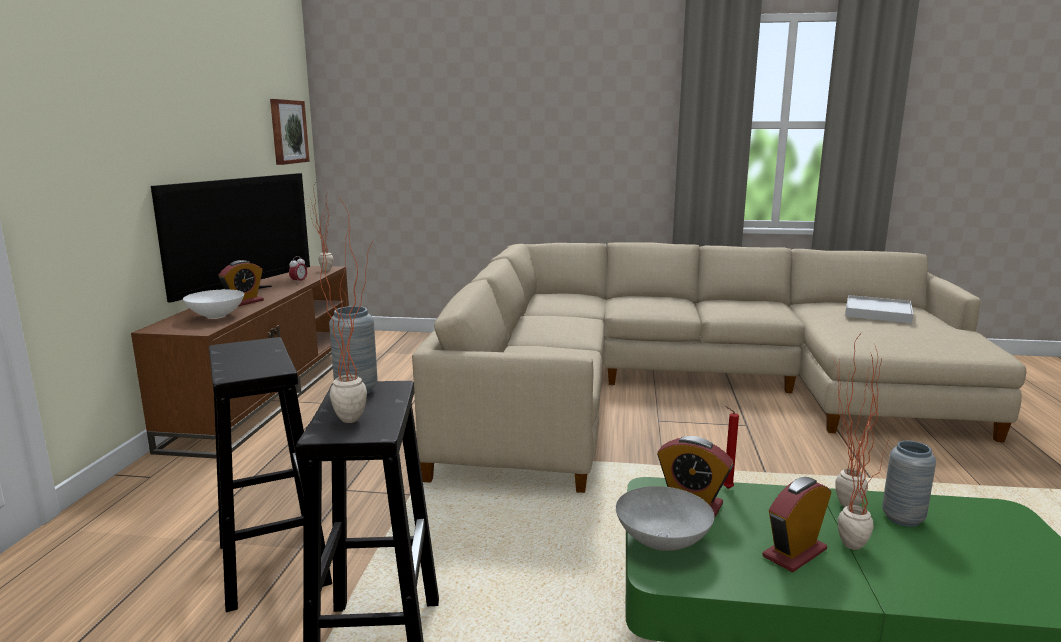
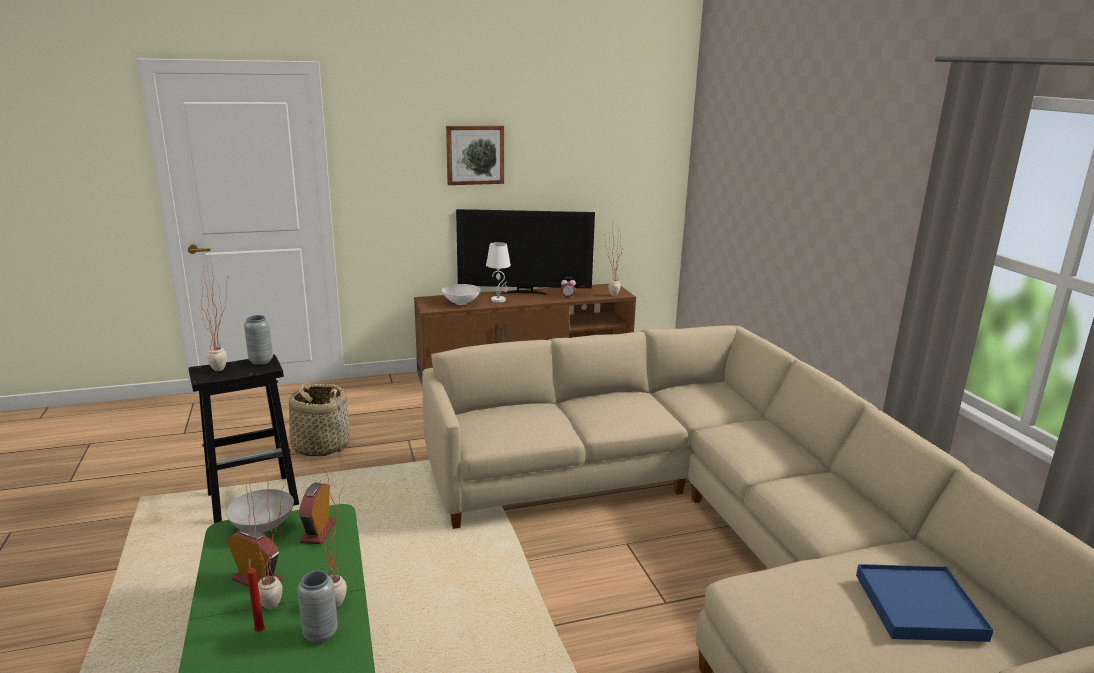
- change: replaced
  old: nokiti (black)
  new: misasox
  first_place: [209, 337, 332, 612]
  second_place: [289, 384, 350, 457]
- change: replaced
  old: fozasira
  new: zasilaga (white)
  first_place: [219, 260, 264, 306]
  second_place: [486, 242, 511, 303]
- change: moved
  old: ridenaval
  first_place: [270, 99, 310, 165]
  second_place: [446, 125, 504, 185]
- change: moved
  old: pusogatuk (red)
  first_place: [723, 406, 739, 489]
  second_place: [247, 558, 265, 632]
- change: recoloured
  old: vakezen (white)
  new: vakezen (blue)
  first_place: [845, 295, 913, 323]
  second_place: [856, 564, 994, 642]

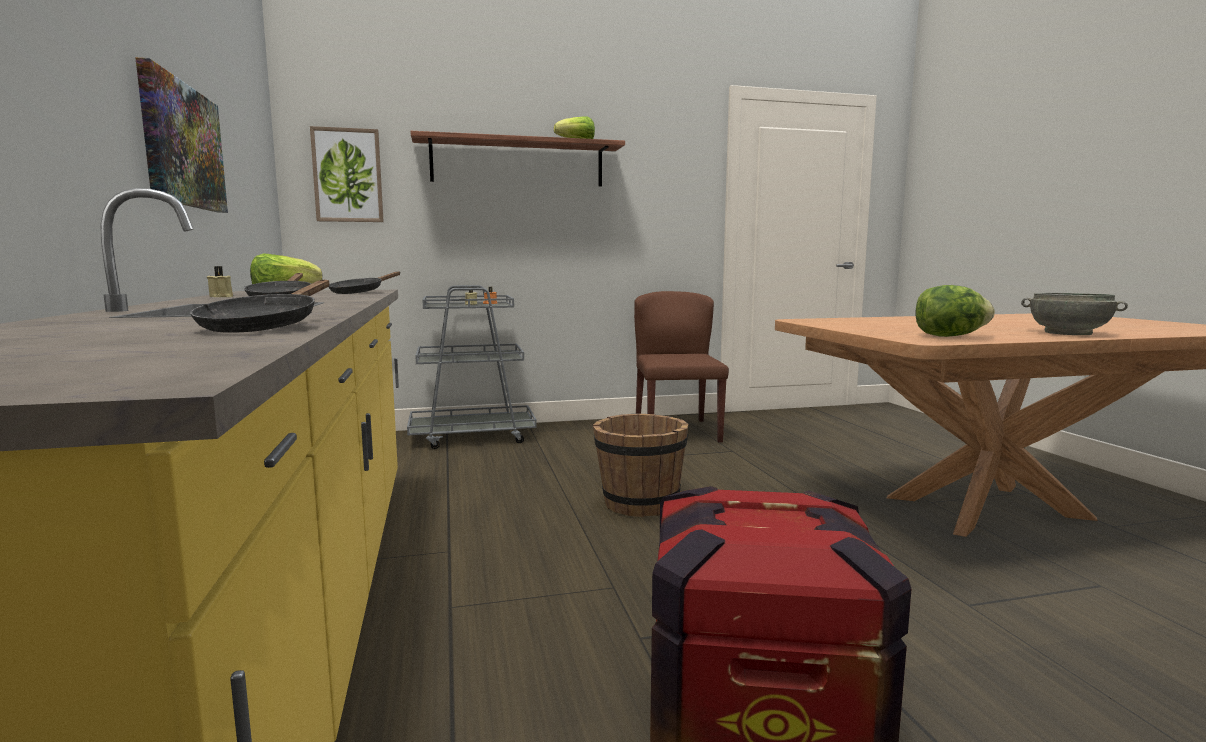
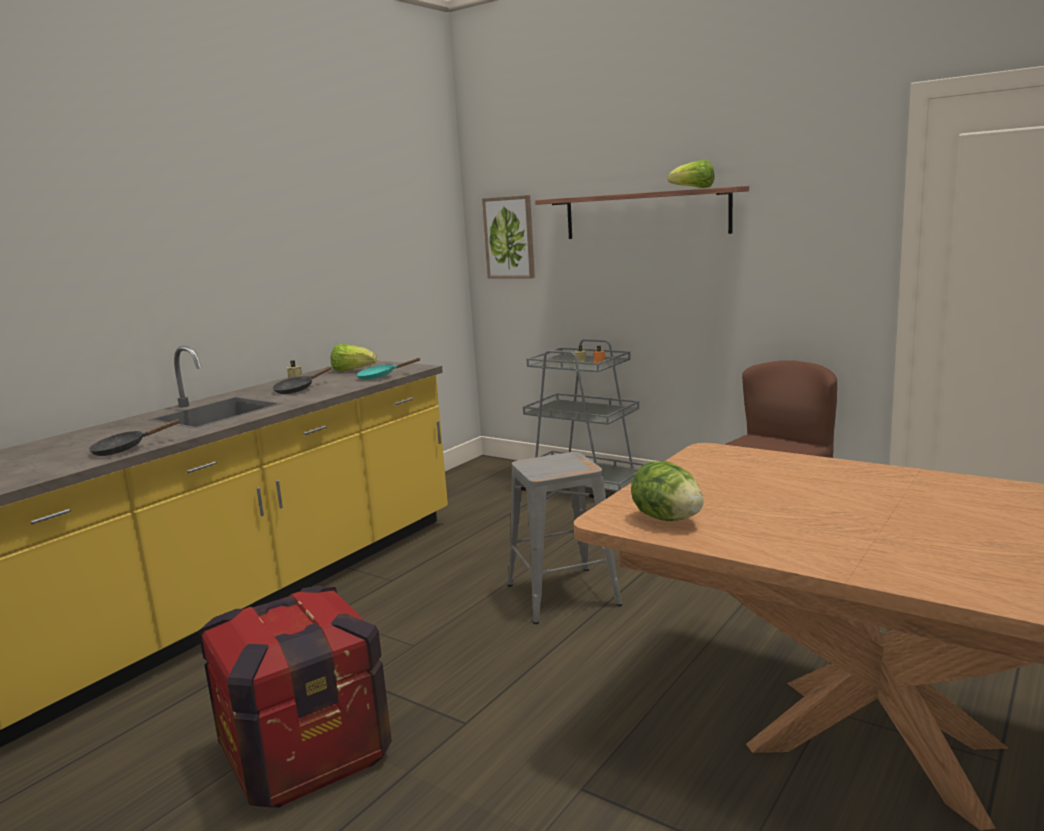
- change: removed
  old: ridenaval
  first_place: [135, 57, 228, 213]
- change: recoloured
  old: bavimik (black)
  new: bavimik (turquoise)
  first_place: [329, 271, 400, 294]
  second_place: [356, 358, 421, 380]
- change: replaced
  old: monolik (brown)
  new: nokiti (grey)
  first_place: [593, 413, 688, 517]
  second_place: [507, 452, 622, 624]
- change: removed
  old: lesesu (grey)
  first_place: [1021, 293, 1128, 335]

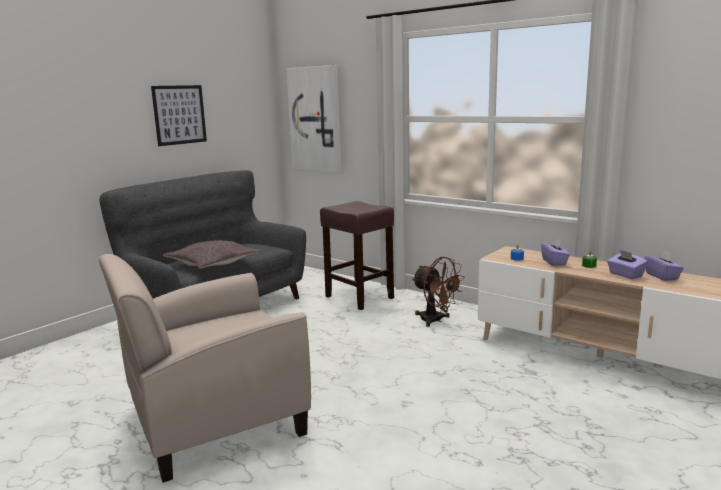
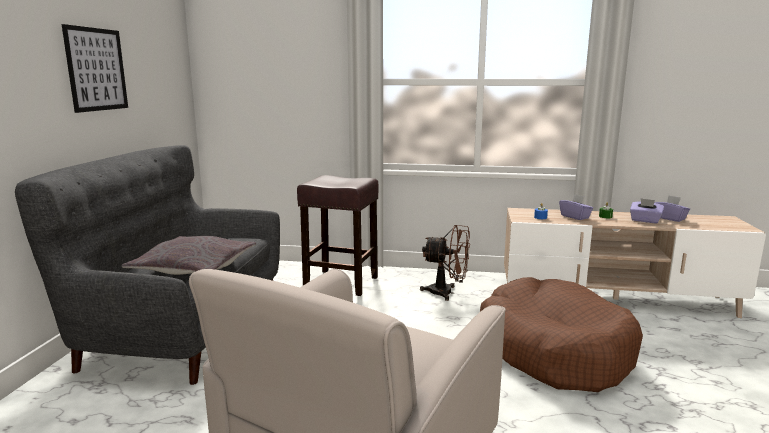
- change: removed
  old: ridenaval
  first_place: [286, 65, 343, 173]
- change: added
  new: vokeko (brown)
  second_place: [480, 277, 643, 392]

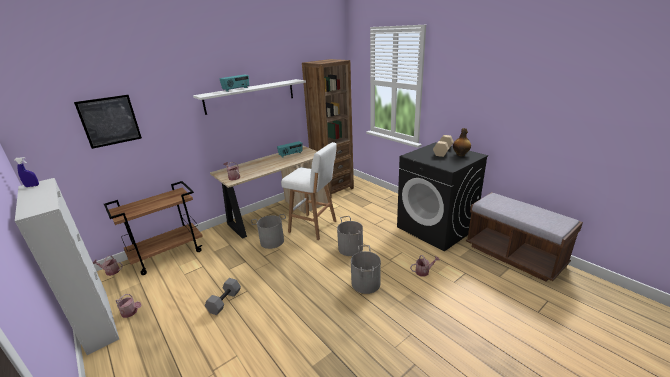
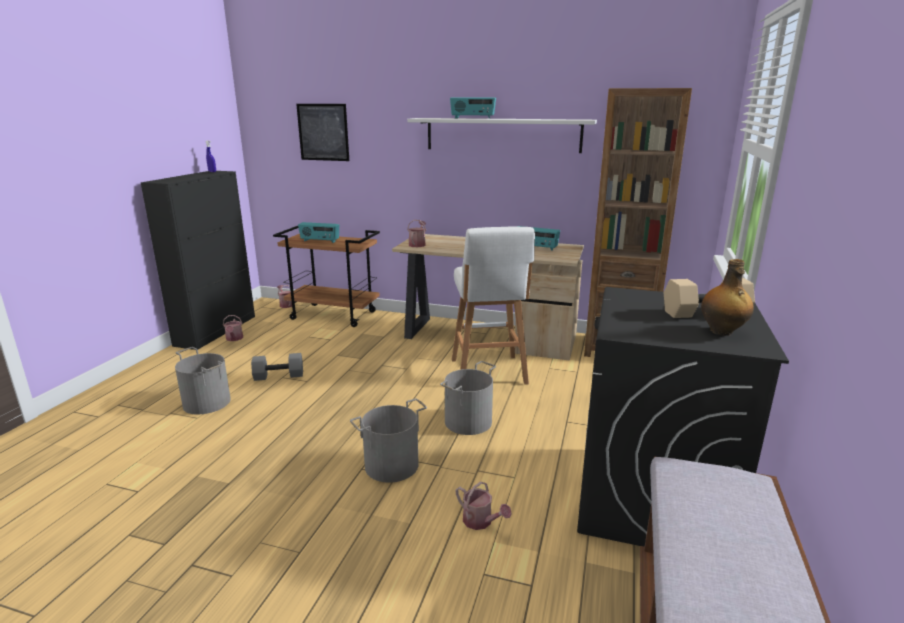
- change: recoloured
  old: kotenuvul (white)
  new: kotenuvul (black)
  first_place: [15, 178, 119, 355]
  second_place: [141, 171, 255, 350]
- change: moved
  old: monolik (grey)
  first_place: [251, 214, 286, 249]
  second_place: [175, 347, 231, 414]
- change: added
  new: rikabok
  second_place: [298, 222, 339, 243]

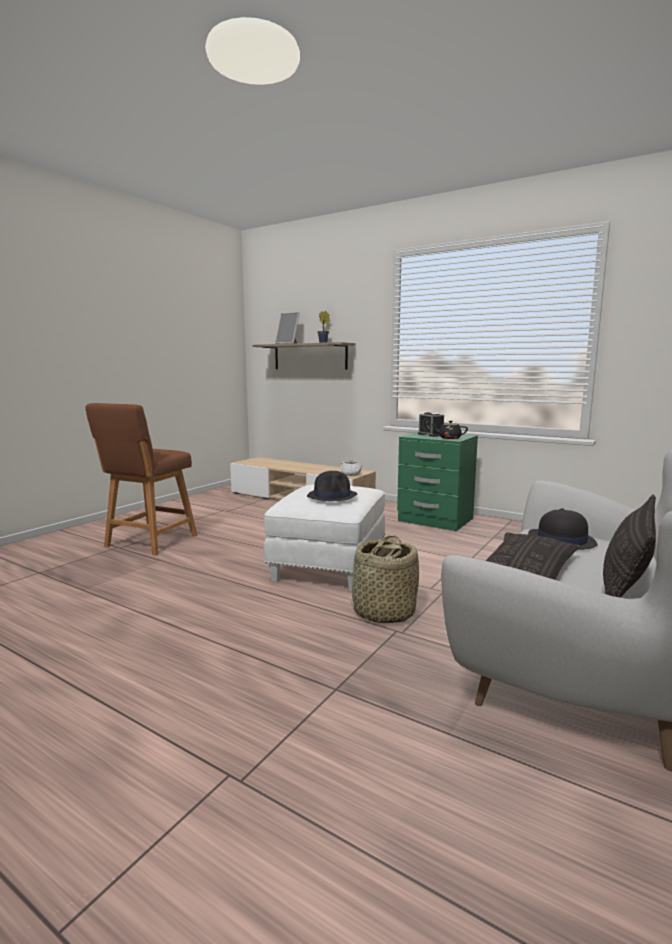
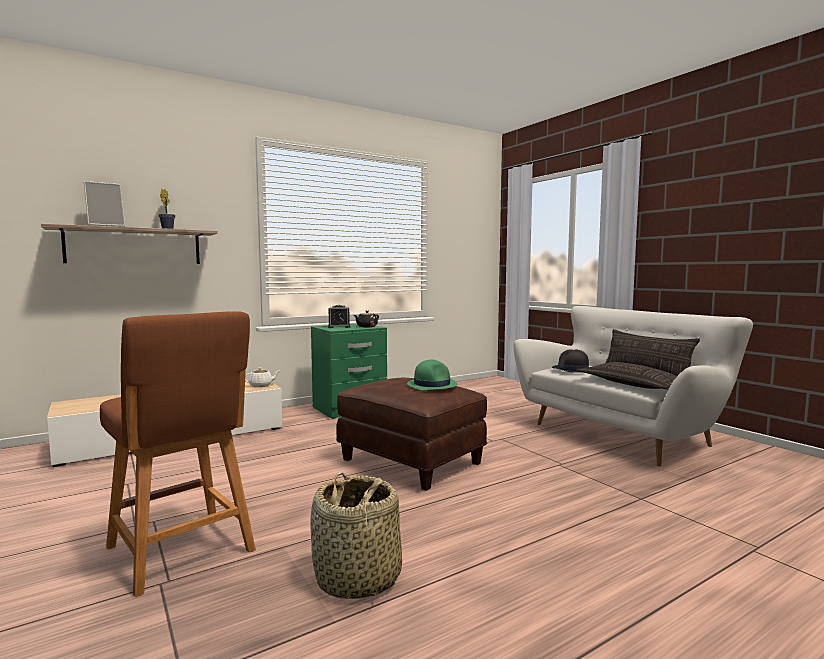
- change: recoloured
  old: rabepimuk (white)
  new: rabepimuk (brown)
  first_place: [264, 484, 385, 591]
  second_place: [336, 378, 487, 491]
- change: recoloured
  old: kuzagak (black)
  new: kuzagak (green)
  first_place: [307, 471, 358, 501]
  second_place: [407, 359, 458, 391]
- change: moved
  old: misasox
  first_place: [351, 535, 419, 623]
  second_place: [310, 472, 402, 599]

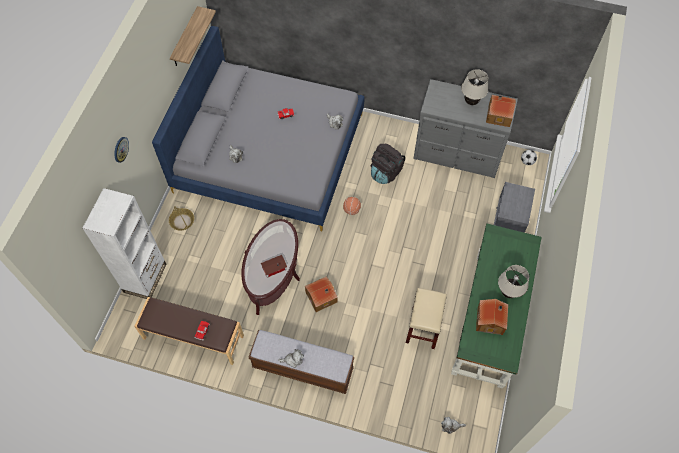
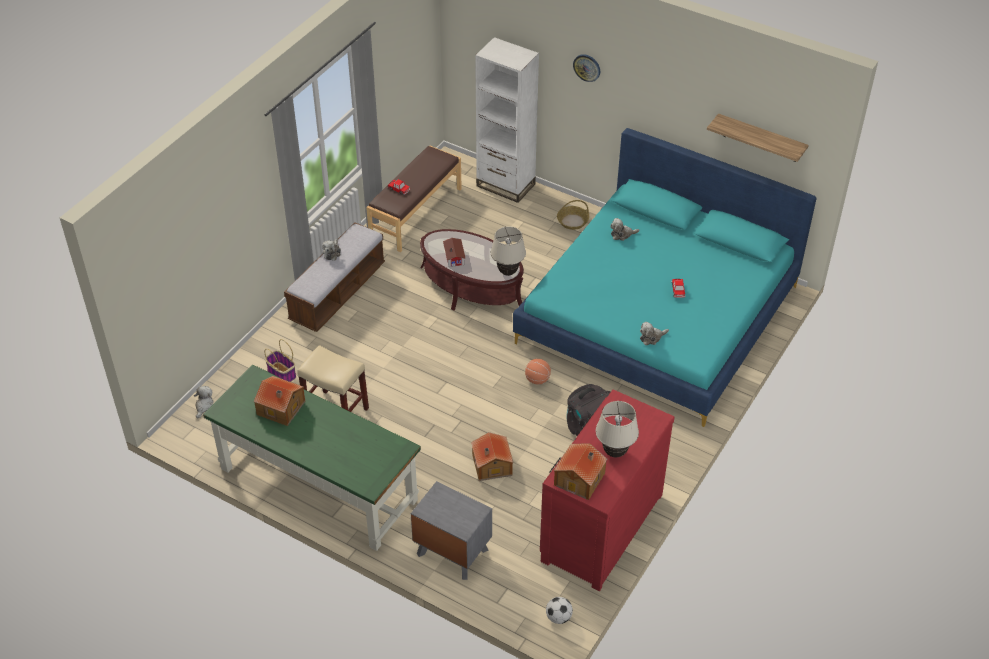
- change: recoloured
  old: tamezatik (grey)
  new: tamezatik (turquoise)
  first_place: [152, 26, 364, 231]
  second_place: [513, 128, 817, 427]
- change: moved
  old: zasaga
  first_place: [305, 277, 337, 312]
  second_place: [471, 432, 513, 481]
- change: recoloured
  old: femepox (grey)
  new: femepox (red)
  first_place: [413, 79, 518, 178]
  second_place: [540, 389, 675, 591]
- change: moved
  old: zasilaga (beige)
  first_place: [498, 265, 529, 298]
  second_place: [491, 226, 526, 276]
- change: added
  new: misasox
  second_place: [264, 339, 296, 382]

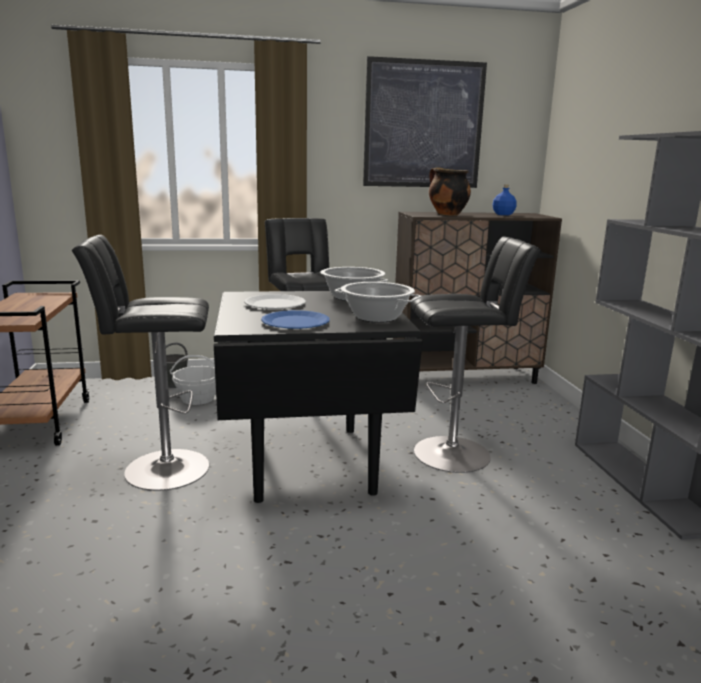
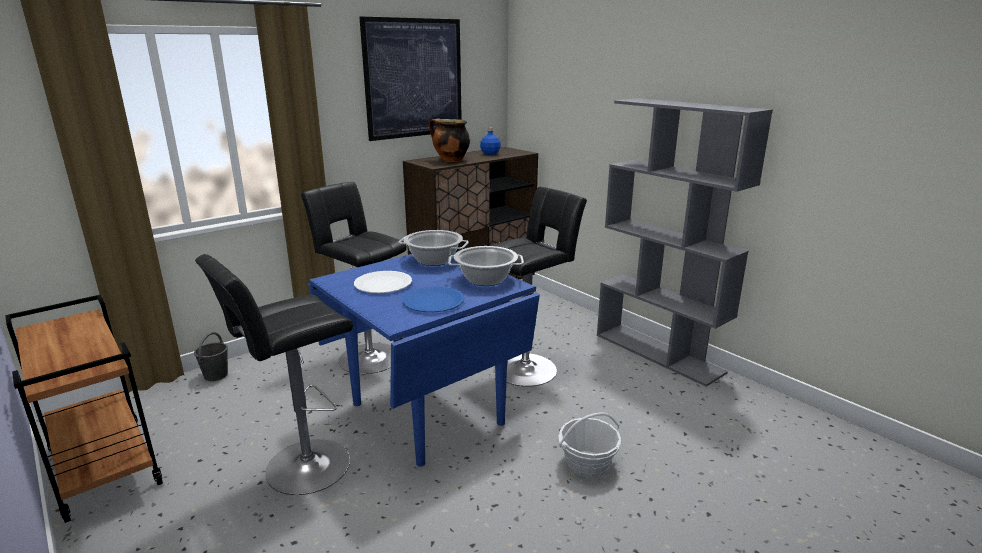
- change: moved
  old: misasox
  first_place: [170, 355, 216, 405]
  second_place: [559, 412, 621, 478]
- change: recoloured
  old: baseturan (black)
  new: baseturan (blue)
  first_place: [214, 291, 423, 503]
  second_place: [308, 252, 540, 467]

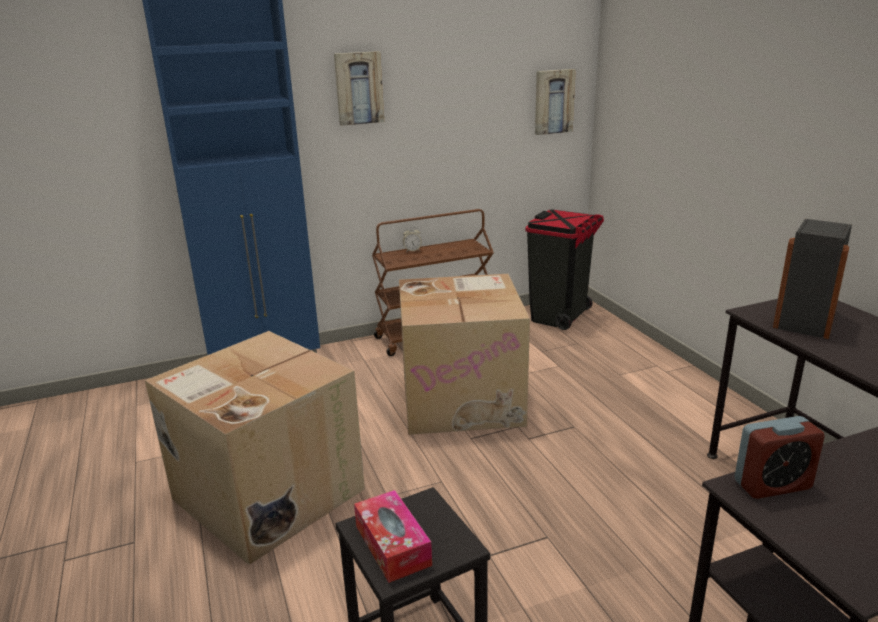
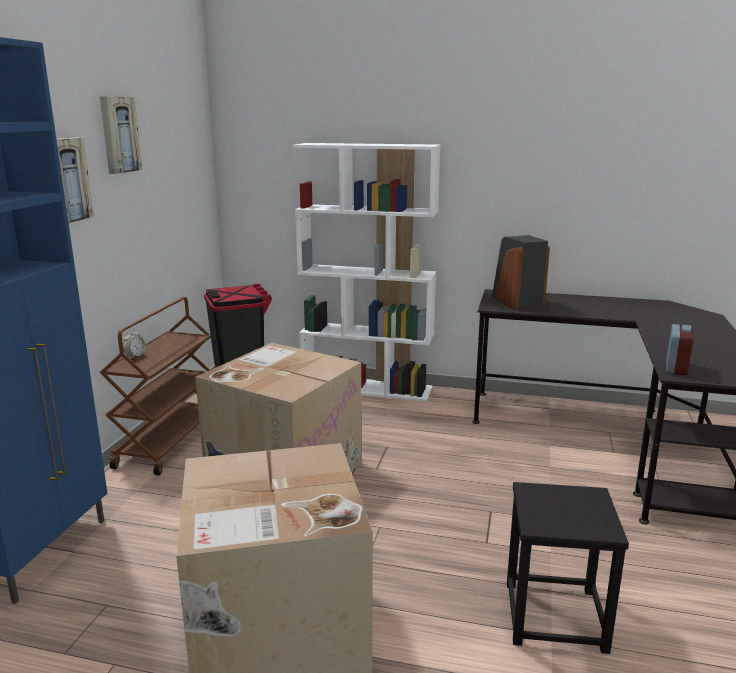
- change: removed
  old: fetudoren
  first_place: [354, 490, 432, 583]
- change: moved
  old: ridenaval
  first_place: [535, 69, 576, 135]
  second_place: [100, 96, 142, 174]
- change: added
  new: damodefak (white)
  second_place: [293, 143, 441, 402]

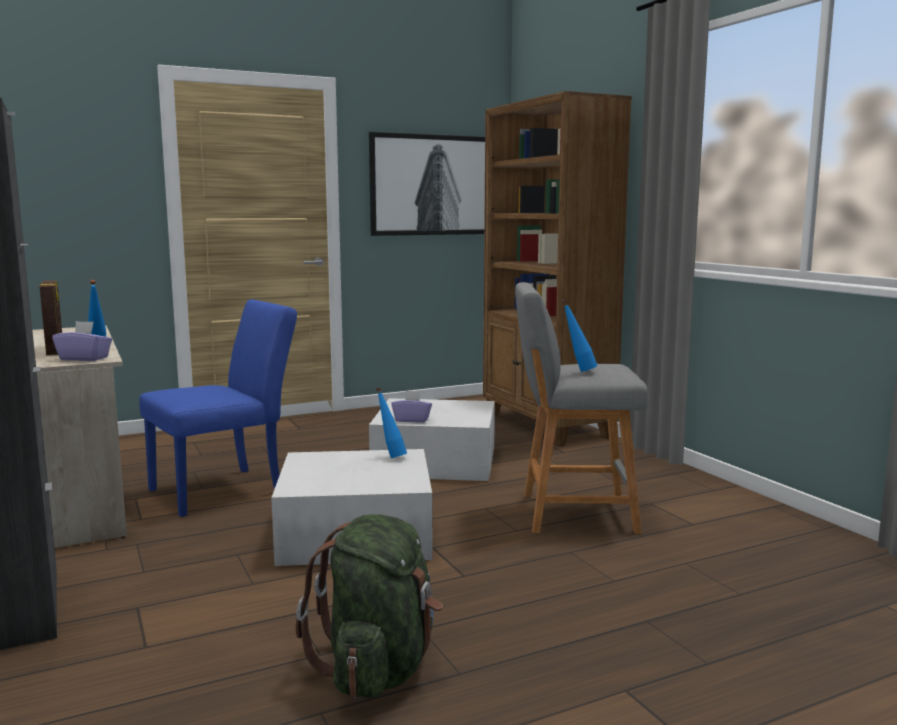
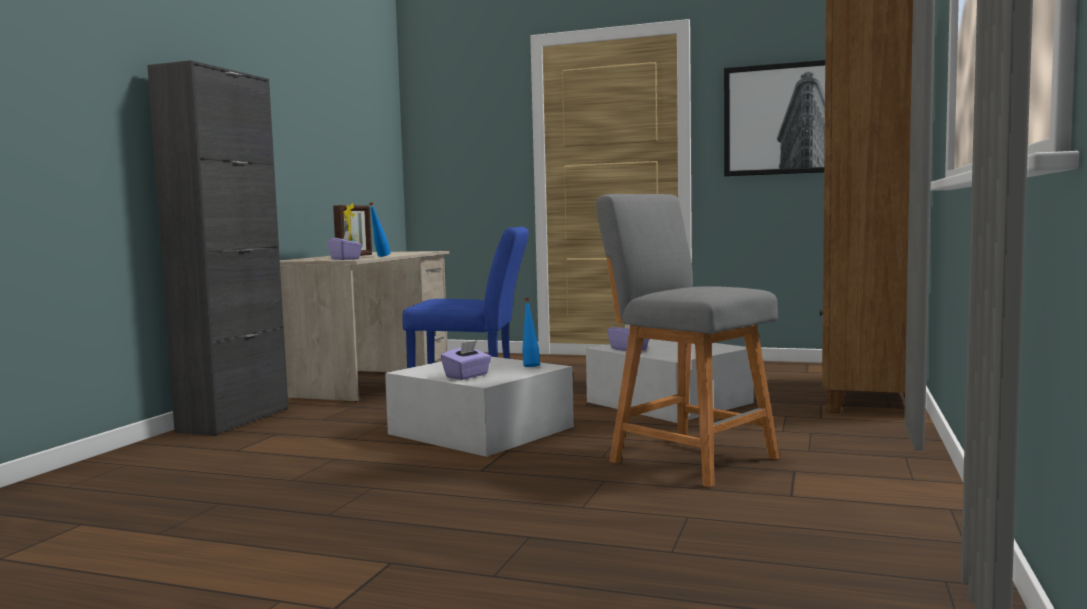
- change: removed
  old: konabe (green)
  first_place: [296, 514, 443, 698]
- change: removed
  old: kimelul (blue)
  first_place: [562, 299, 597, 372]
- change: added
  new: fetudoren (purple)
  second_place: [441, 340, 492, 380]

